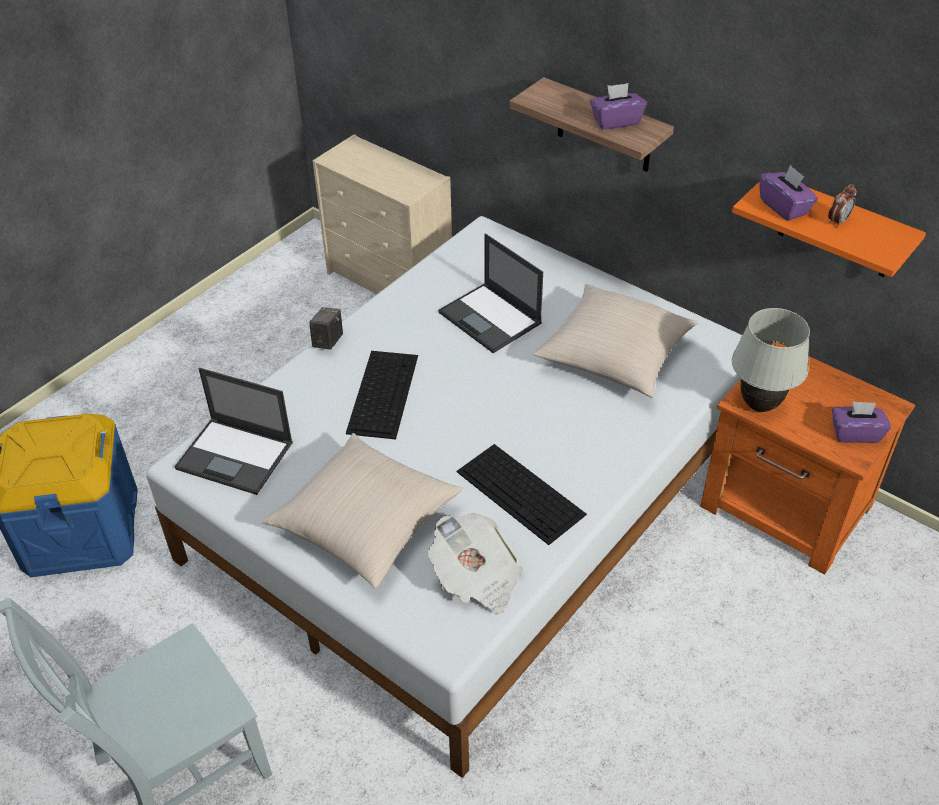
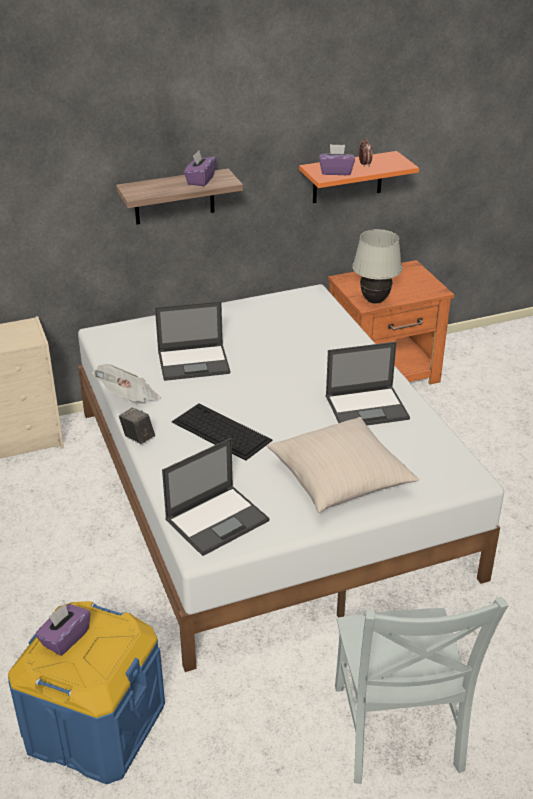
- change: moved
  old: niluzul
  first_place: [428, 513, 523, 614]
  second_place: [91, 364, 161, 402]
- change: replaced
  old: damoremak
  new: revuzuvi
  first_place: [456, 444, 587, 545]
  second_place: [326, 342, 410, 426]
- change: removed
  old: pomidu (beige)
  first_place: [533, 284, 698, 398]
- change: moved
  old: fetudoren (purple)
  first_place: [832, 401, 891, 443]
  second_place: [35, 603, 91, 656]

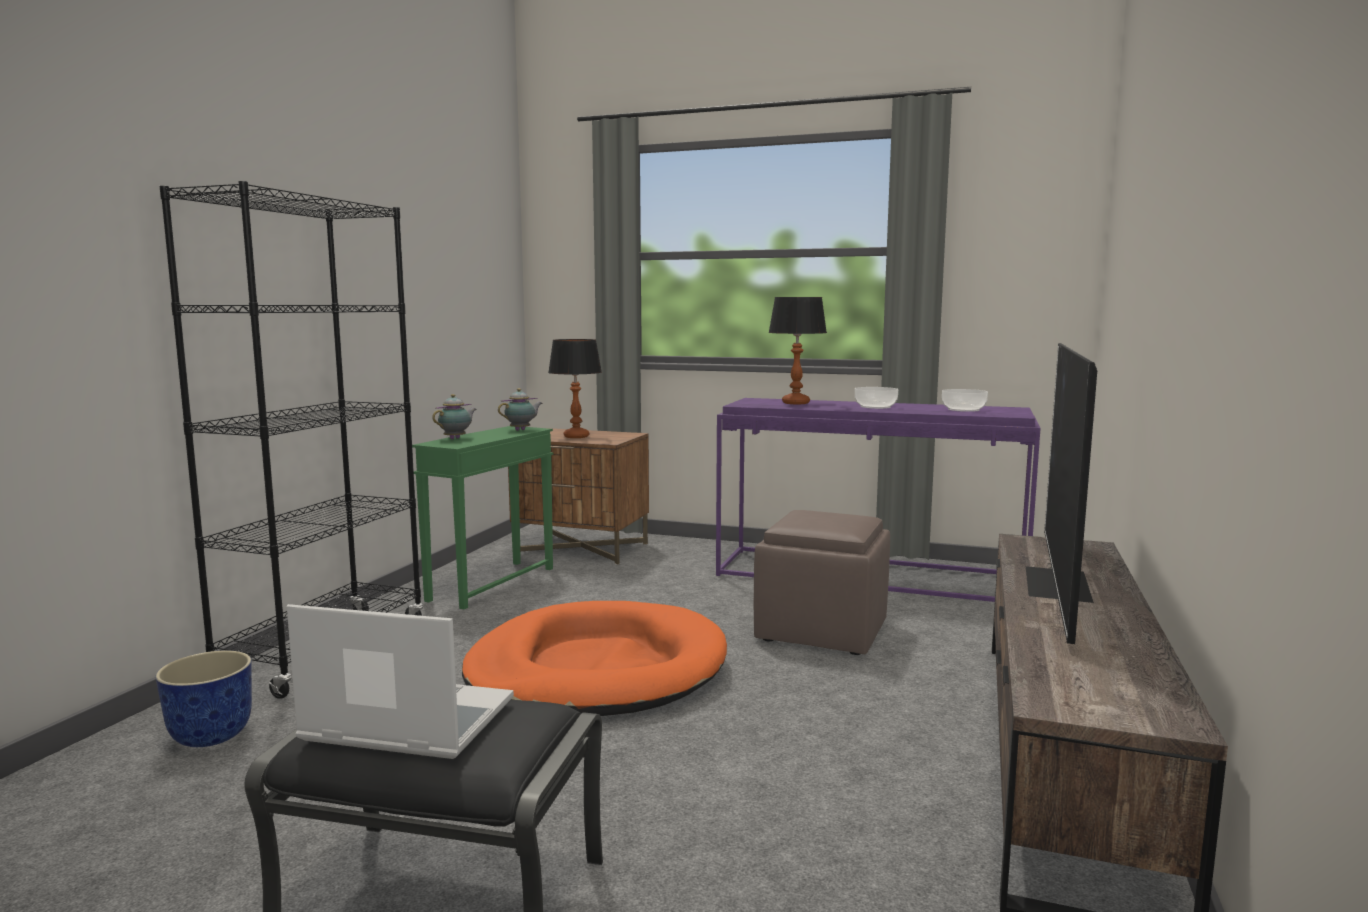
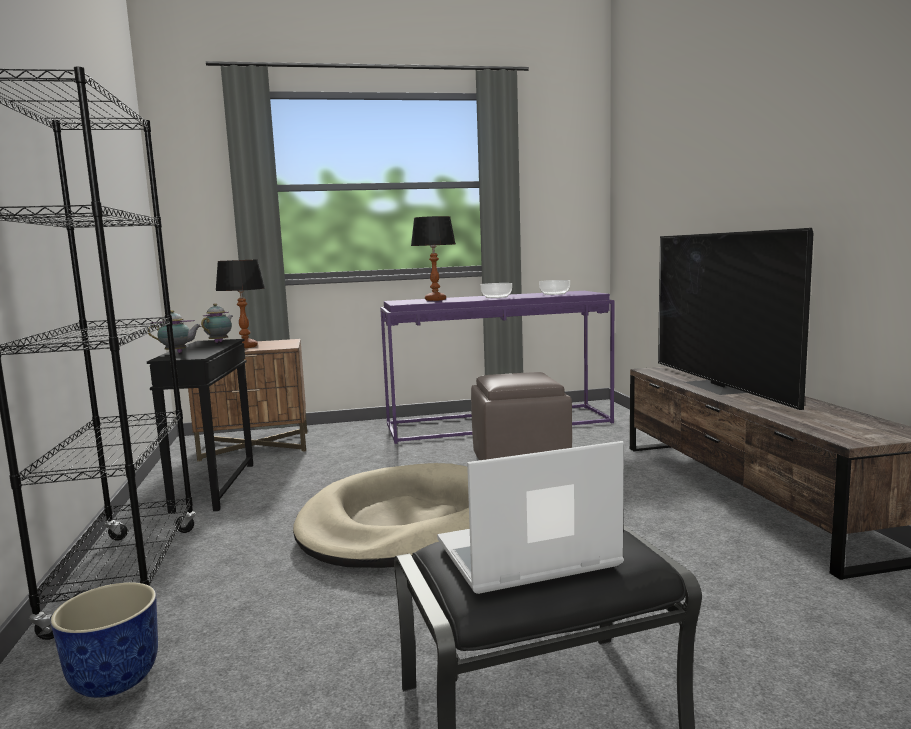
- change: recoloured
  old: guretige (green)
  new: guretige (black)
  first_place: [412, 426, 553, 609]
  second_place: [147, 339, 253, 513]
- change: turned
  old: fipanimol
  first_place: [432, 394, 477, 439]
  second_place: [148, 310, 201, 353]
  degrees: 75
- change: recoloured
  old: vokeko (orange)
  new: vokeko (beige)
  first_place: [462, 601, 727, 716]
  second_place: [293, 463, 470, 568]

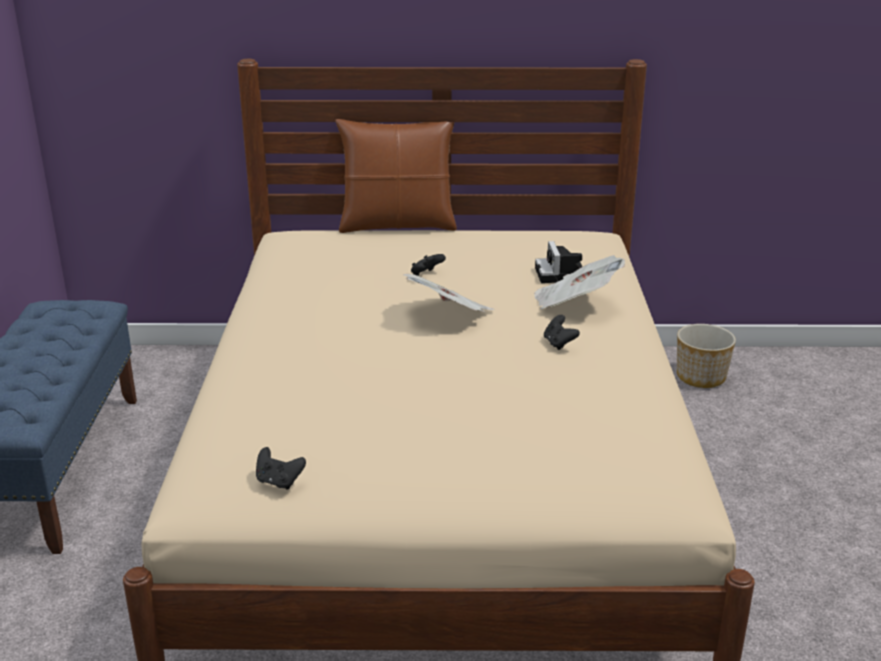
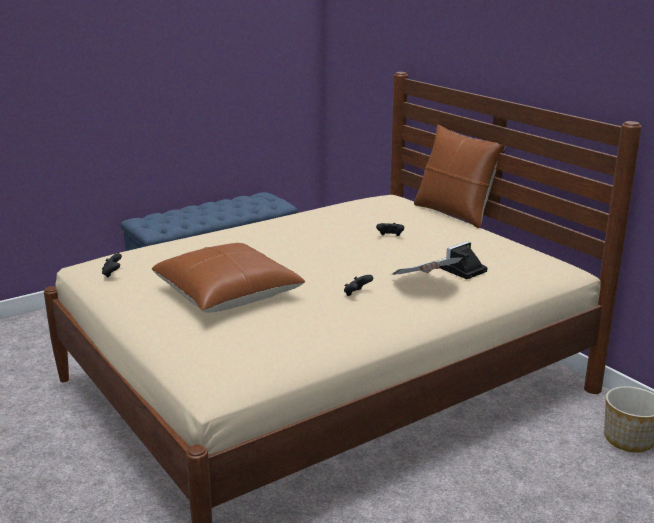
- change: removed
  old: niluzul
  first_place: [403, 274, 495, 312]
- change: added
  new: pomidu (brown)
  second_place: [152, 243, 306, 313]

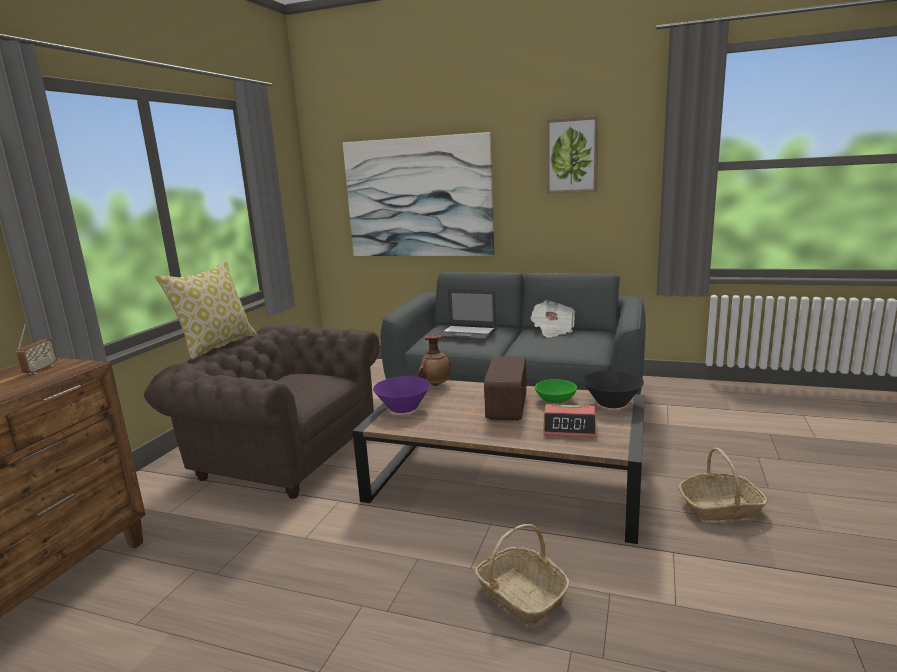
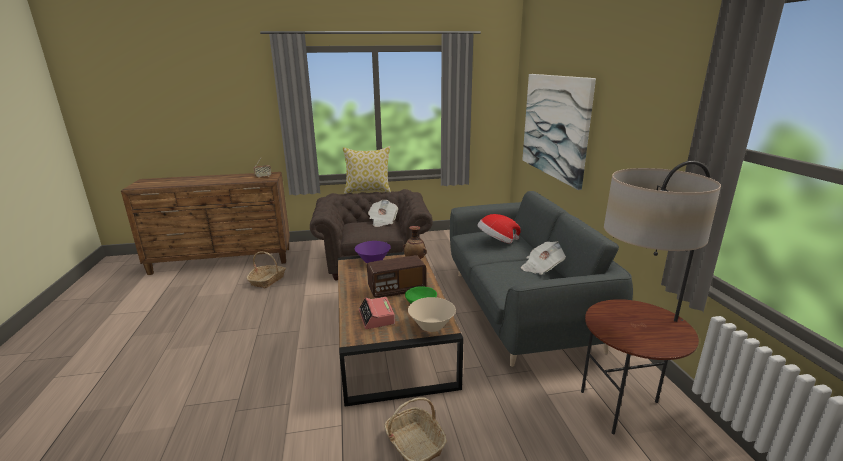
- change: replaced
  old: revuzuvi
  new: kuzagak
  first_place: [438, 289, 497, 341]
  second_place: [477, 214, 521, 243]
- change: moved
  old: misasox
  first_place: [475, 524, 570, 626]
  second_place: [247, 251, 286, 288]
- change: removed
  old: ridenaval
  first_place: [546, 116, 598, 193]
- change: recoloured
  old: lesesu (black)
  new: lesesu (beige)
  first_place: [583, 371, 644, 408]
  second_place: [408, 297, 456, 332]
- change: added
  new: niluzul
  second_place: [368, 200, 398, 227]
- change: added
  new: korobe
  second_place: [581, 161, 721, 434]

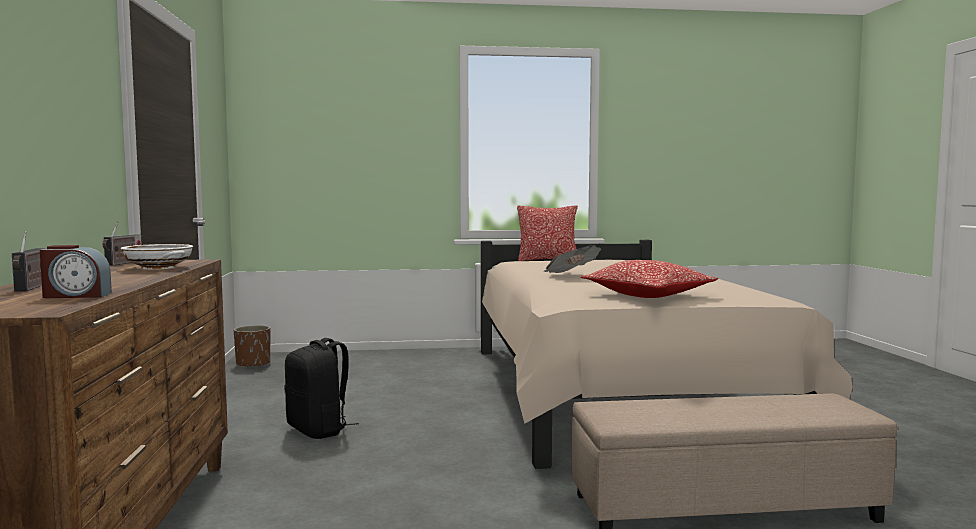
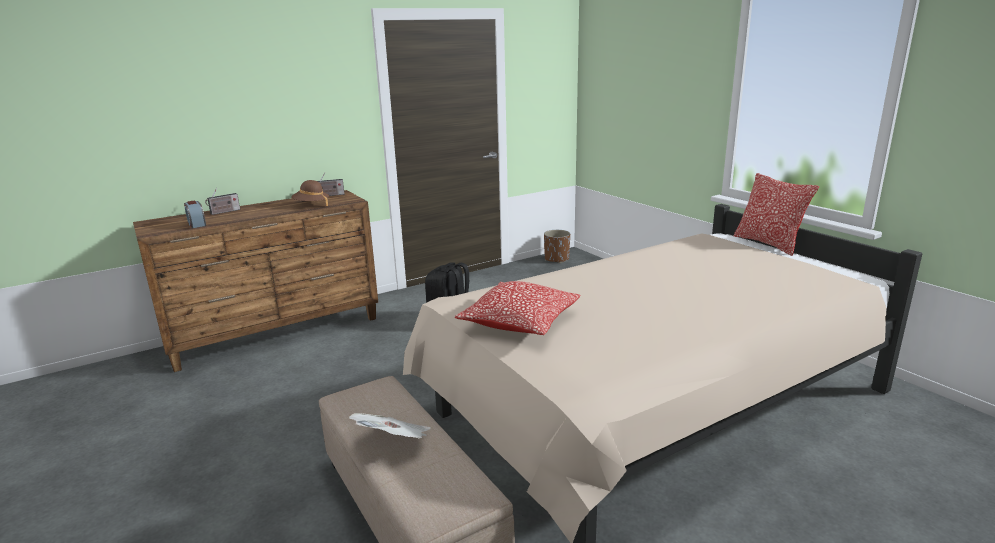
- change: replaced
  old: lesesu (white)
  new: kuzagak (brown)
  first_place: [120, 244, 193, 270]
  second_place: [291, 180, 329, 206]
- change: moved
  old: niluzul
  first_place: [544, 245, 601, 273]
  second_place: [349, 413, 431, 439]

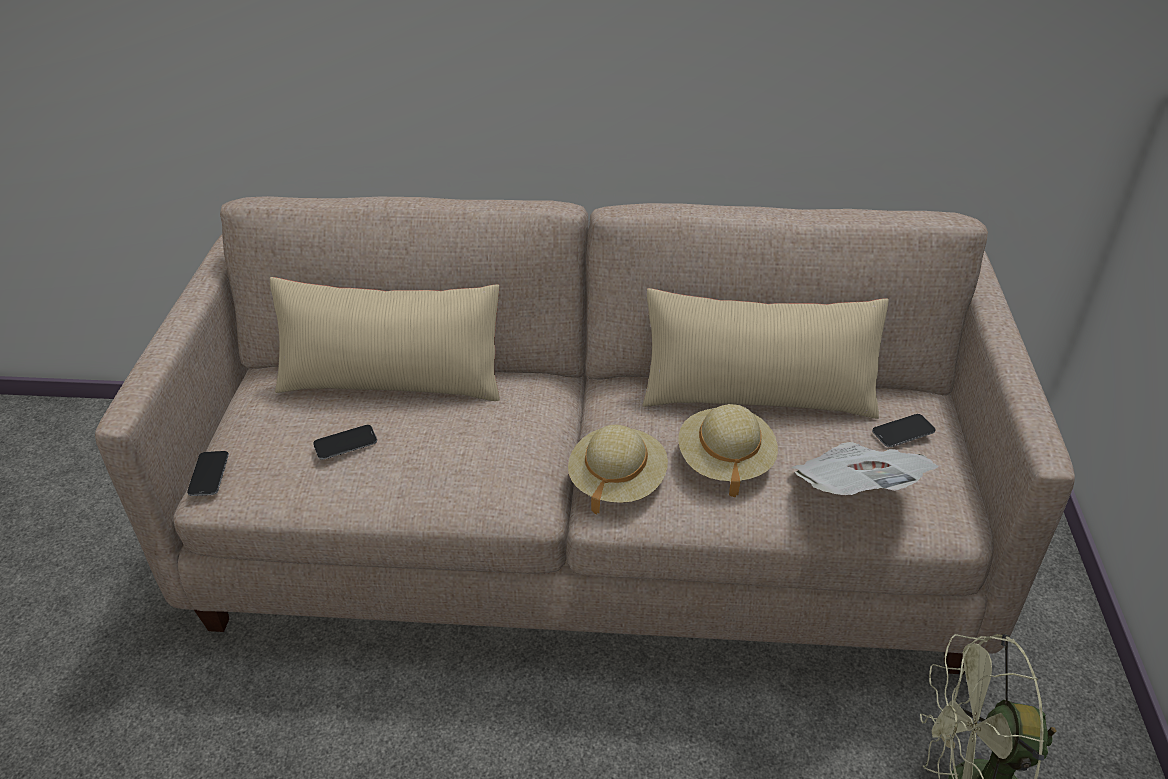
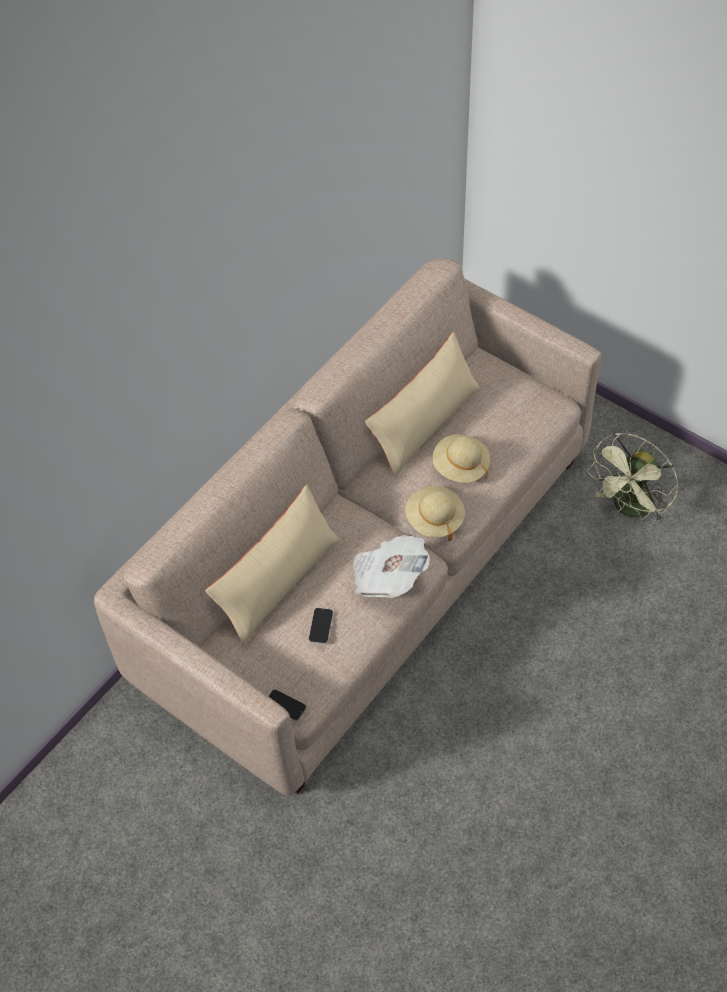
- change: moved
  old: niluzul
  first_place: [791, 442, 939, 495]
  second_place: [353, 535, 430, 598]
- change: removed
  old: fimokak
  first_place: [872, 414, 936, 447]

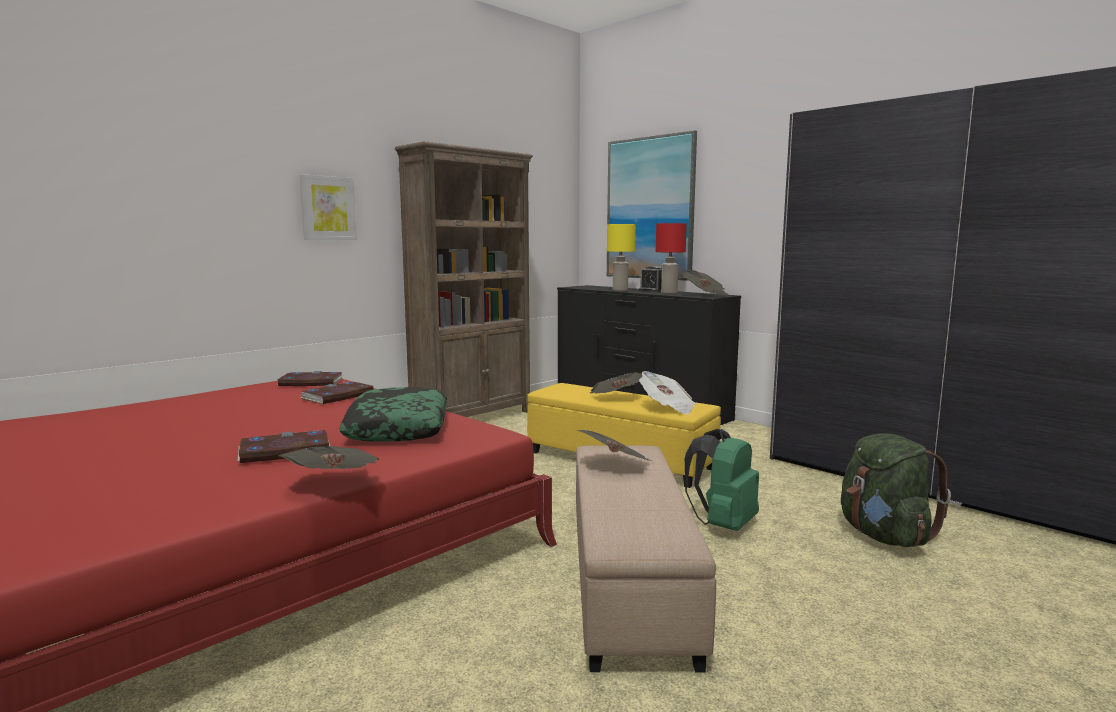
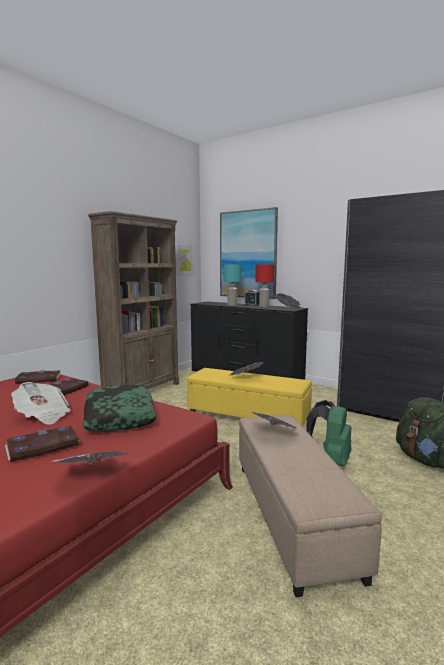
- change: moved
  old: ridenaval
  first_place: [300, 175, 357, 240]
  second_place: [175, 245, 194, 276]
- change: recoloured
  old: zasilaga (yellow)
  new: zasilaga (turquoise)
  first_place: [607, 224, 636, 291]
  second_place: [224, 264, 241, 306]
- change: moved
  old: niluzul
  first_place: [639, 371, 696, 415]
  second_place: [11, 382, 71, 425]

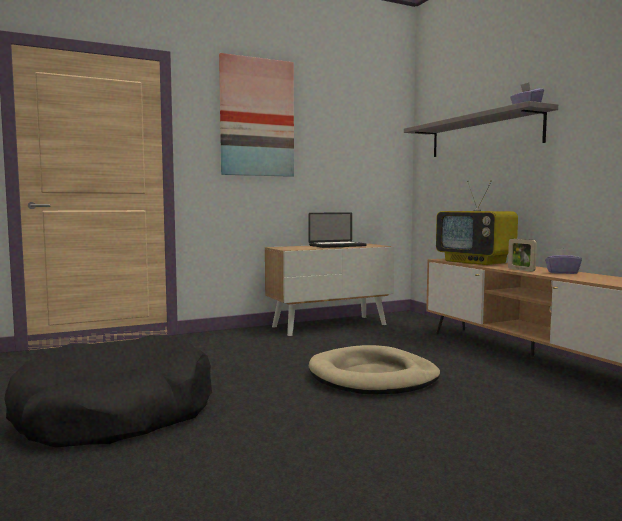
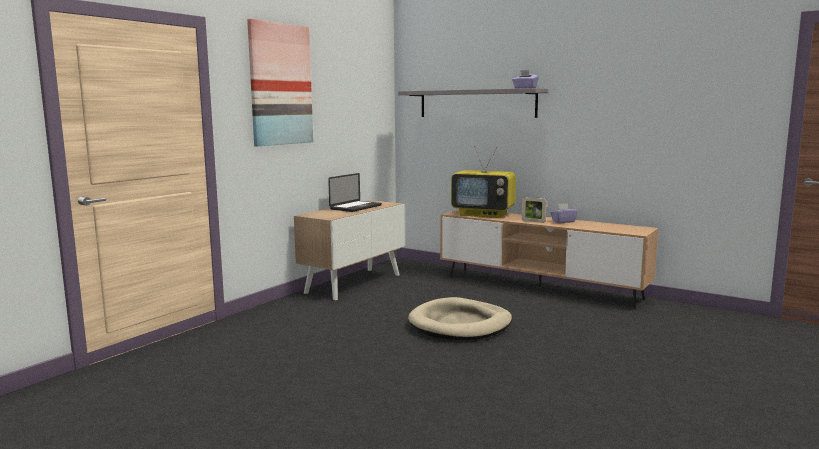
- change: removed
  old: vokeko (black)
  first_place: [4, 335, 212, 448]

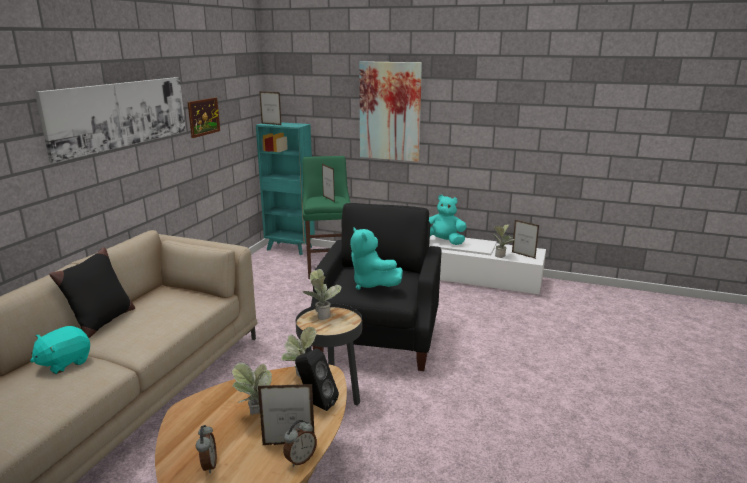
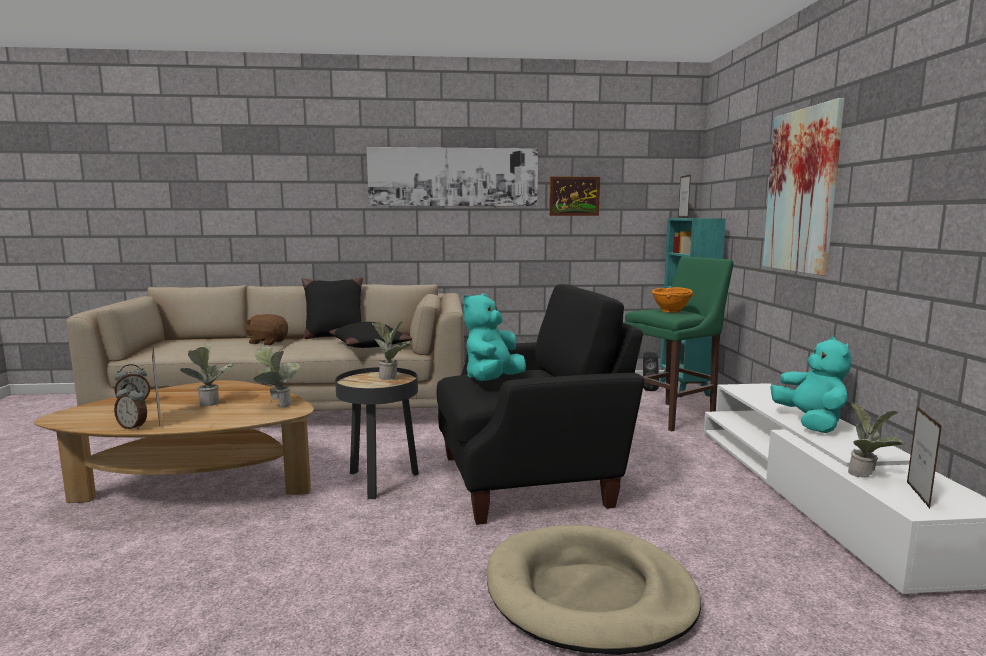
- change: recoloured
  old: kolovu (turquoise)
  new: kolovu (brown)
  first_place: [30, 326, 90, 374]
  second_place: [246, 314, 288, 345]
- change: moved
  old: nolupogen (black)
  first_place: [295, 348, 339, 411]
  second_place: [643, 352, 659, 391]
- change: replaced
  old: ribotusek
  new: lesesu (orange)
  first_place: [322, 164, 335, 202]
  second_place: [652, 287, 693, 313]
- change: added
  new: pomidu (black)
  second_place: [329, 322, 412, 348]
- change: added
  new: vokeko (beige)
  second_place: [487, 525, 701, 655]

